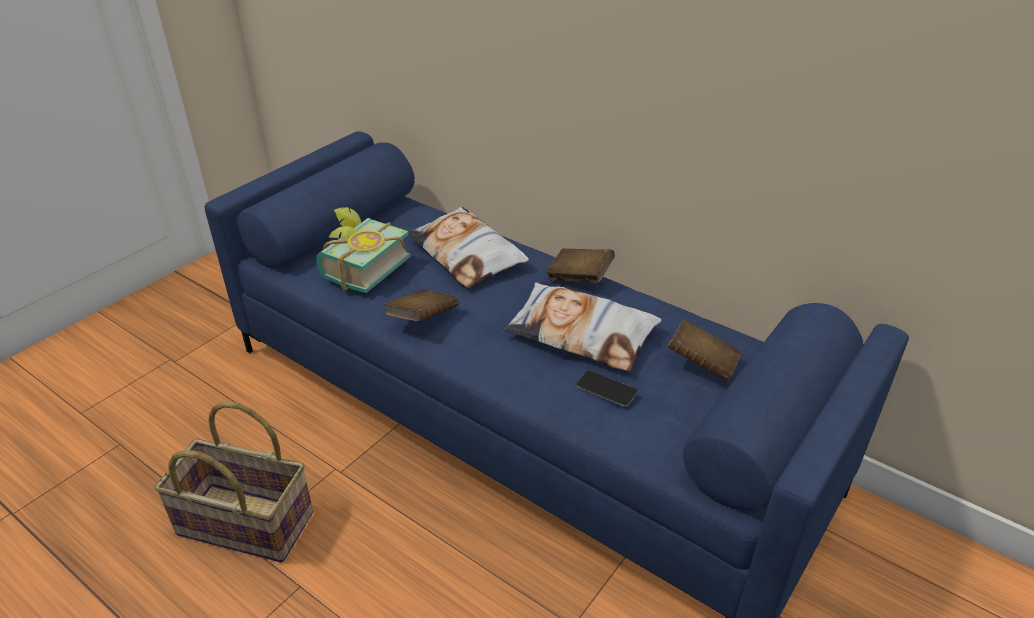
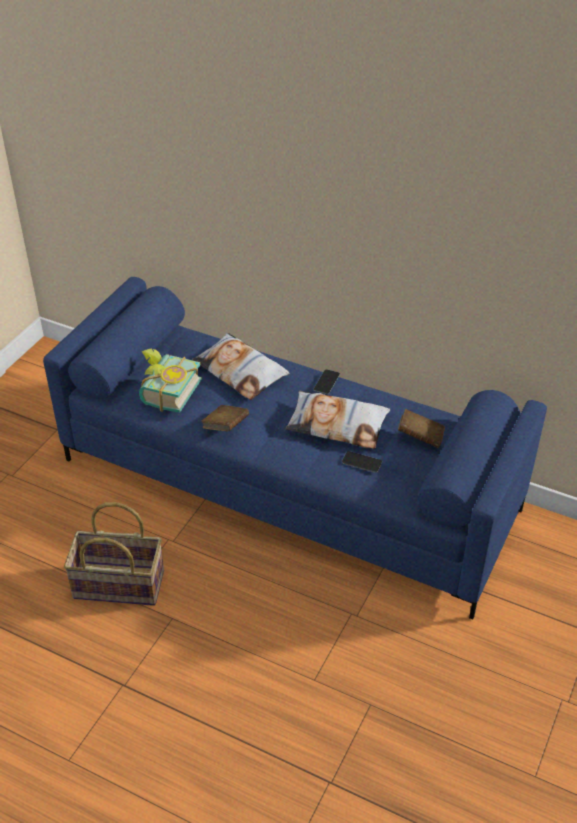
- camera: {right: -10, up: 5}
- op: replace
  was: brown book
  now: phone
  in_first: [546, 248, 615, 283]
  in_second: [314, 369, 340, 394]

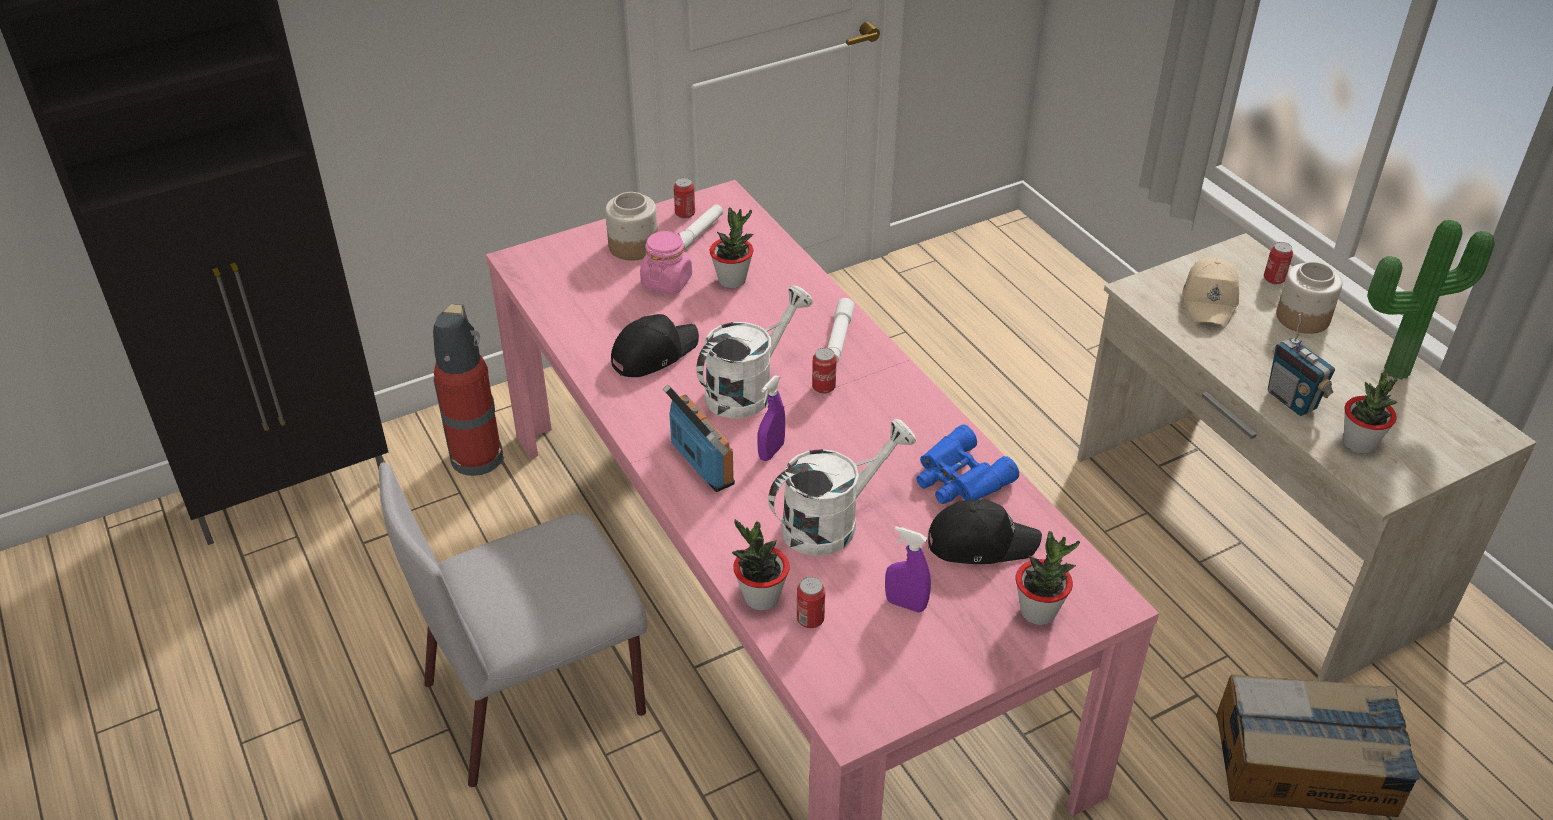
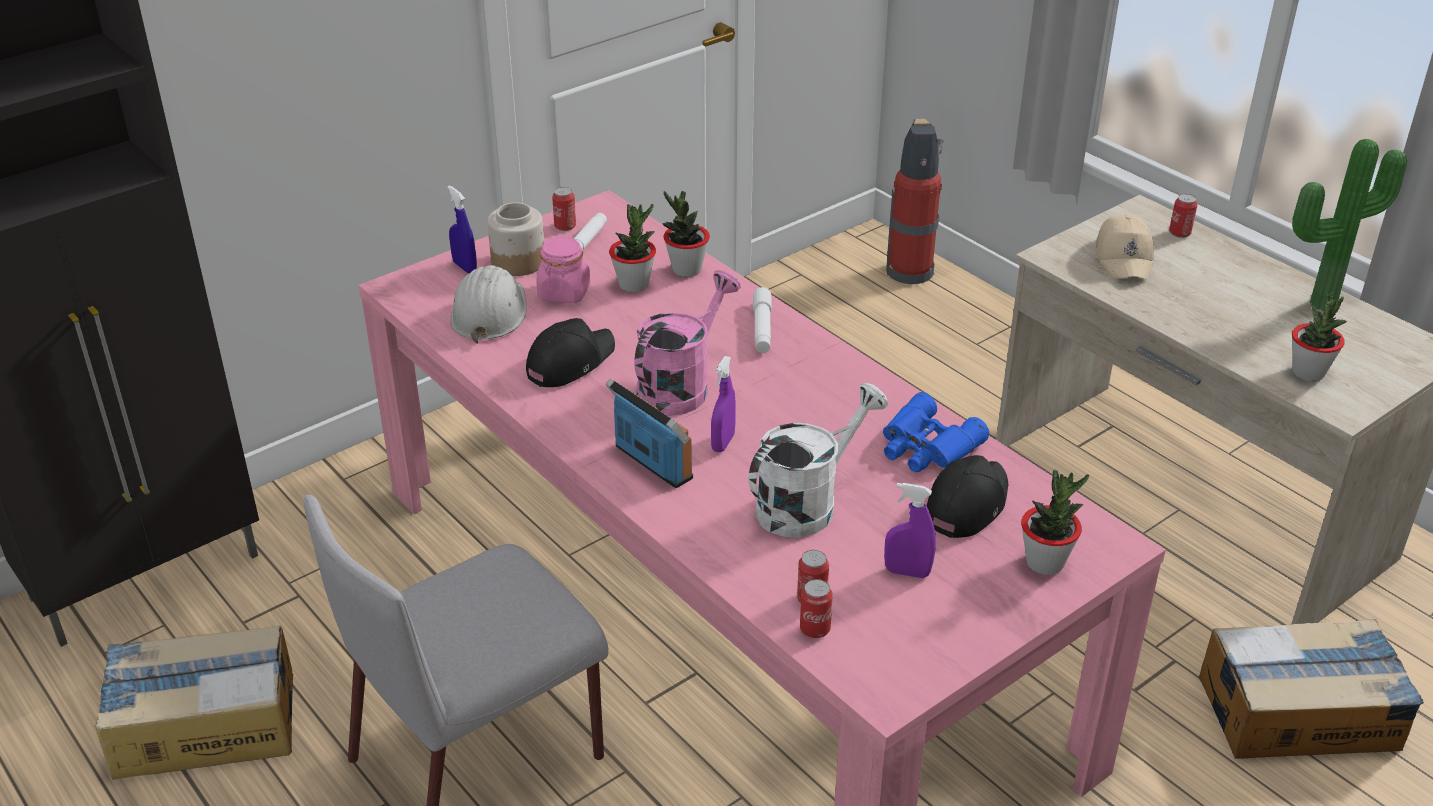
- camera: {right: -10, up: -5}
- op: delete
  was: jar
  in_first: [1276, 262, 1342, 334]
- op: recolor
  was: white watering can
  now: pink watering can
  in_first: [696, 285, 813, 418]
  in_second: [634, 270, 741, 416]
- op: move
  was: fire extinguisher
  in_first: [433, 304, 504, 476]
  in_second: [886, 118, 944, 284]
- op: delete
  was: radio
  in_first: [1268, 314, 1335, 416]
- op: move
  was: can
  in_first: [812, 348, 837, 394]
  in_second: [800, 579, 833, 638]
- op: rotate
  was: black cap
  in_first: [928, 500, 1042, 564]
  in_second: [926, 455, 1008, 538]
  clockwise: -45
- op: move
  was: potted plant
  in_first: [732, 519, 790, 611]
  in_second: [662, 191, 710, 277]
- op: insert
  now: blue spray bottle
  in_second: [447, 185, 477, 273]
- op: insert
  now: white hard hat
  in_second: [450, 265, 527, 344]
- op: insert
  now: cardboard box
  in_second: [95, 625, 293, 780]

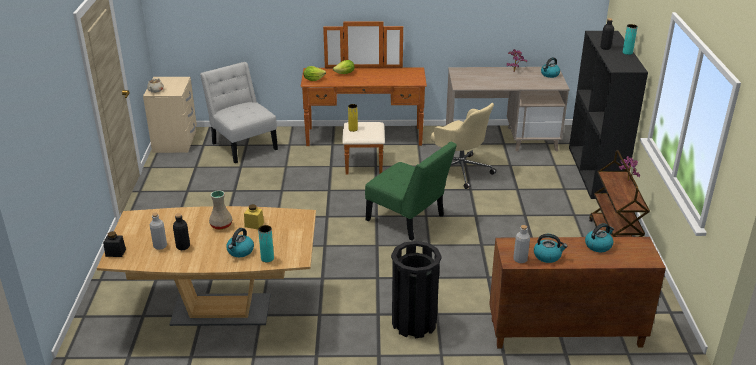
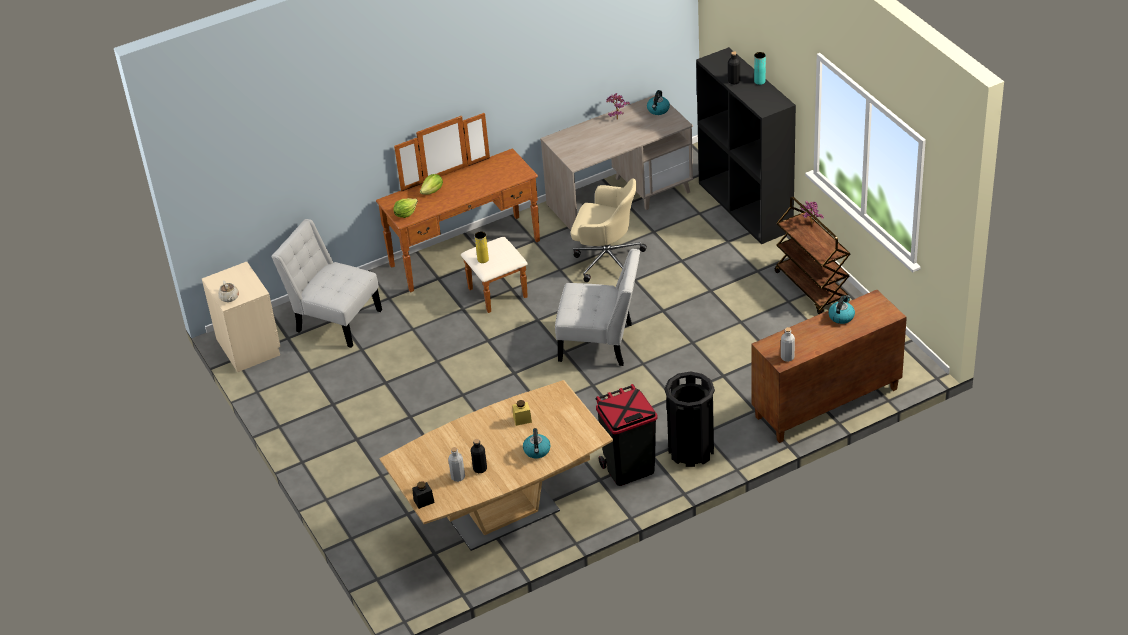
- camera: {right: -25, up: 10}
- op: recolor
  was: green chair
  now: white chair
  in_first: [365, 142, 457, 240]
  in_second: [555, 249, 640, 366]
- op: delete
  was: beige vase
  in_first: [209, 190, 233, 230]
- op: delete
  was: turquoise vase
  in_first: [258, 225, 274, 262]
- op: delete
  was: kettle
  in_first: [534, 234, 567, 263]
- op: insert
  now: black trash can
  in_second: [595, 384, 657, 486]

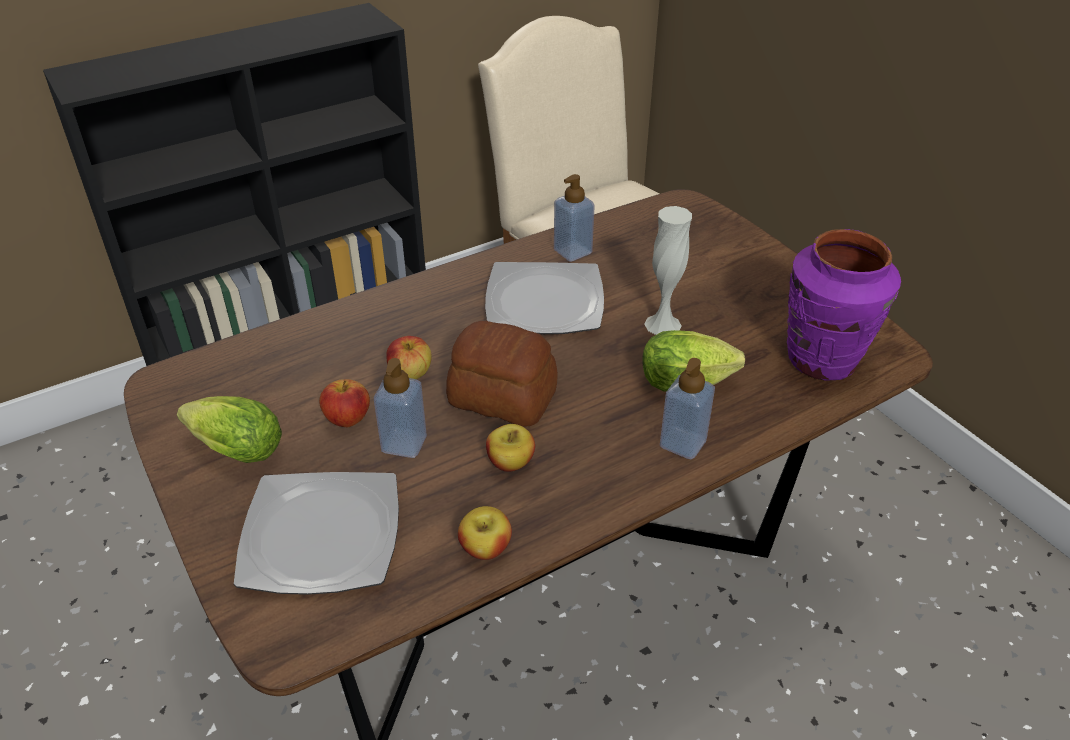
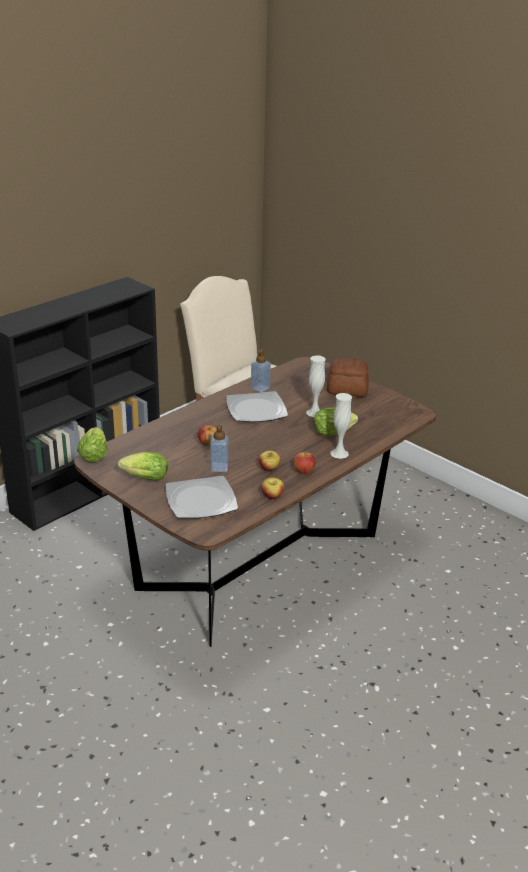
- camera: {right: -15, up: -10}
- op: delete
  was: purple vase
  in_first: [787, 229, 901, 381]
- op: move
  was: bread
  in_first: [446, 321, 558, 427]
  in_second: [327, 358, 369, 397]
- op: replace
  was: soap dispenser
  now: white vase
  in_first: [660, 358, 715, 459]
  in_second: [330, 393, 352, 459]
- op: move
  was: apple
  in_first: [319, 379, 370, 427]
  in_second: [293, 451, 316, 474]
- op: insert
  now: lettuce
  in_second: [77, 427, 108, 463]

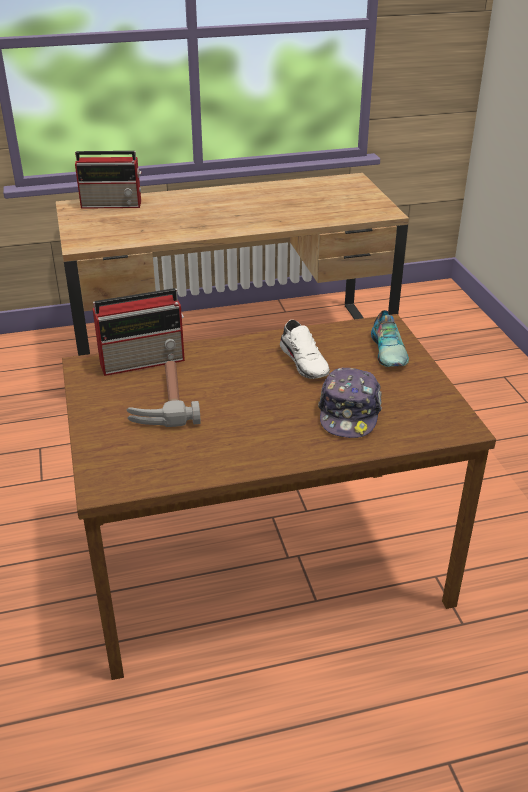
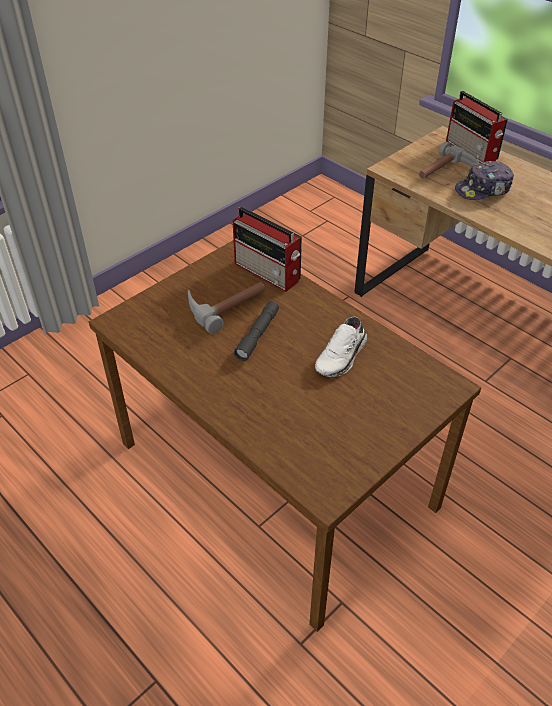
- camera: {right: 60, up: 10}
- op: delete
  was: shoe
  in_first: [371, 310, 409, 367]
- op: move
  was: cap
  in_first: [318, 367, 382, 438]
  in_second: [455, 161, 514, 200]
- op: insert
  now: hammer
  in_second: [419, 142, 479, 179]
- op: insert
  now: grey flashlight
  in_second: [234, 301, 279, 361]

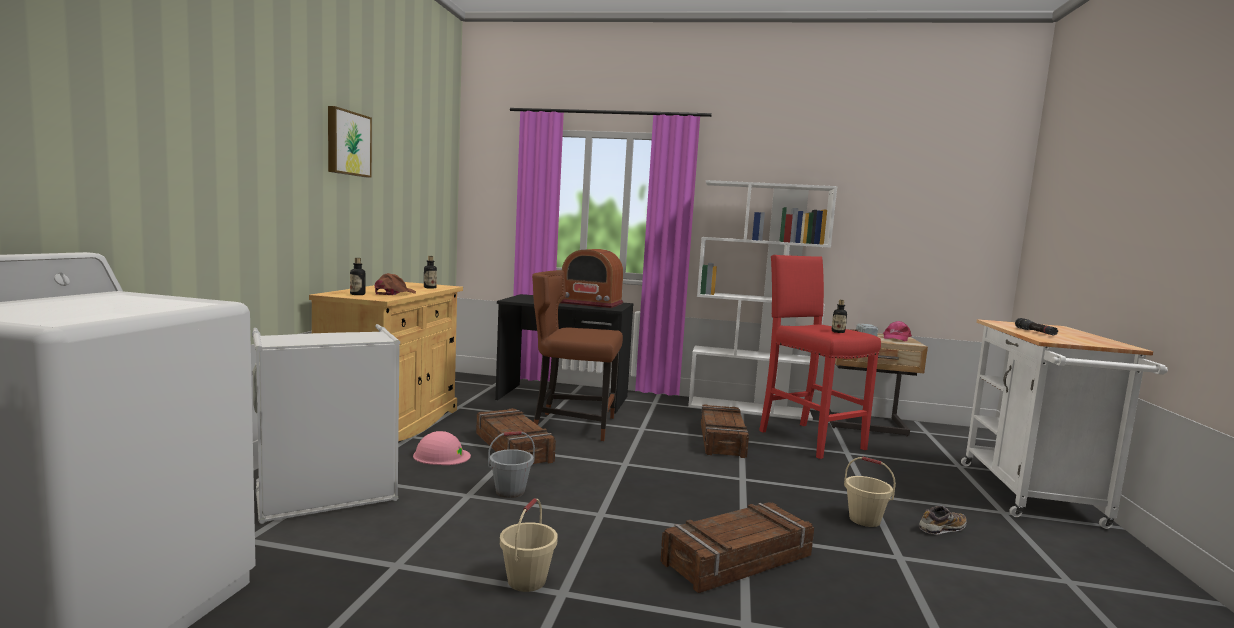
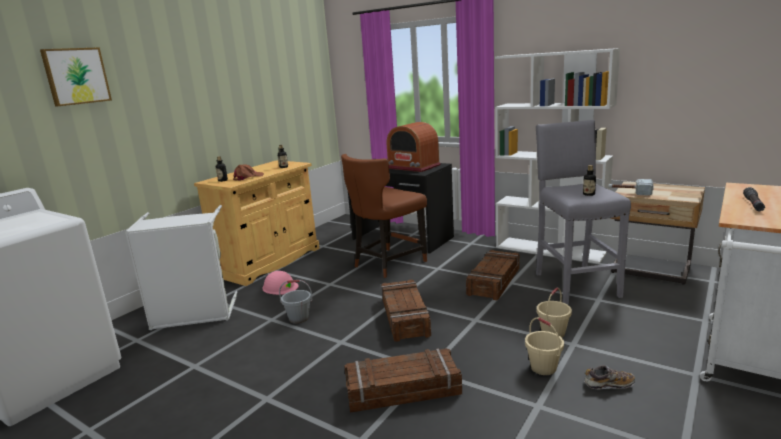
- camera: {right: 25, up: 10}
- op: move
  was: picture
  in_first: [328, 106, 372, 178]
  in_second: [40, 47, 112, 106]
- op: recolor
  was: red stool
  now: grey stool
  in_first: [759, 255, 881, 459]
  in_second: [536, 120, 631, 304]
- op: rotate
  was: brown chair
  in_first: [532, 270, 623, 441]
  in_second: [341, 154, 427, 278]
  clockwise: -75
- op: delete
  was: pink cap
  in_first: [883, 321, 912, 341]
- op: move
  was: crate
  in_first: [476, 408, 556, 464]
  in_second: [381, 280, 431, 342]
- op: move
  was: beige bucket
  in_first: [500, 498, 558, 592]
  in_second: [537, 288, 572, 338]

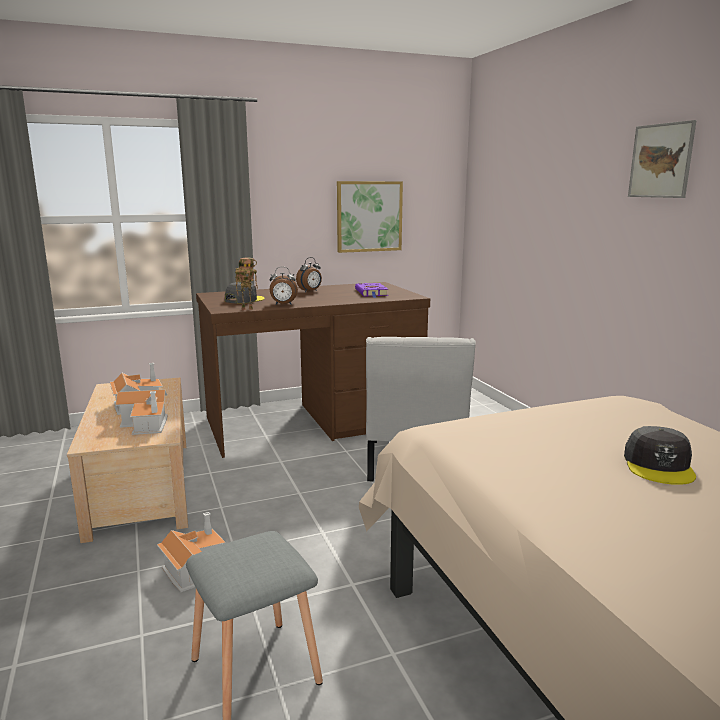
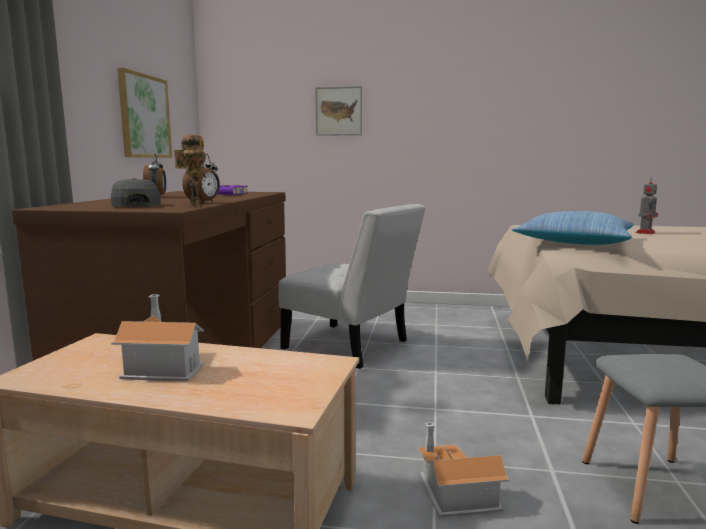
- camera: {right: -60, up: -5}
- op: move
  was: picture
  in_first: [628, 120, 696, 198]
  in_second: [315, 86, 362, 136]
- op: delete
  was: toy house
  in_first: [116, 389, 168, 435]
- op: replace
  was: grey cap
  now: toy robot
  in_first: [624, 426, 696, 485]
  in_second: [635, 177, 658, 234]
- op: insert
  now: pillow
  in_second: [511, 211, 634, 245]

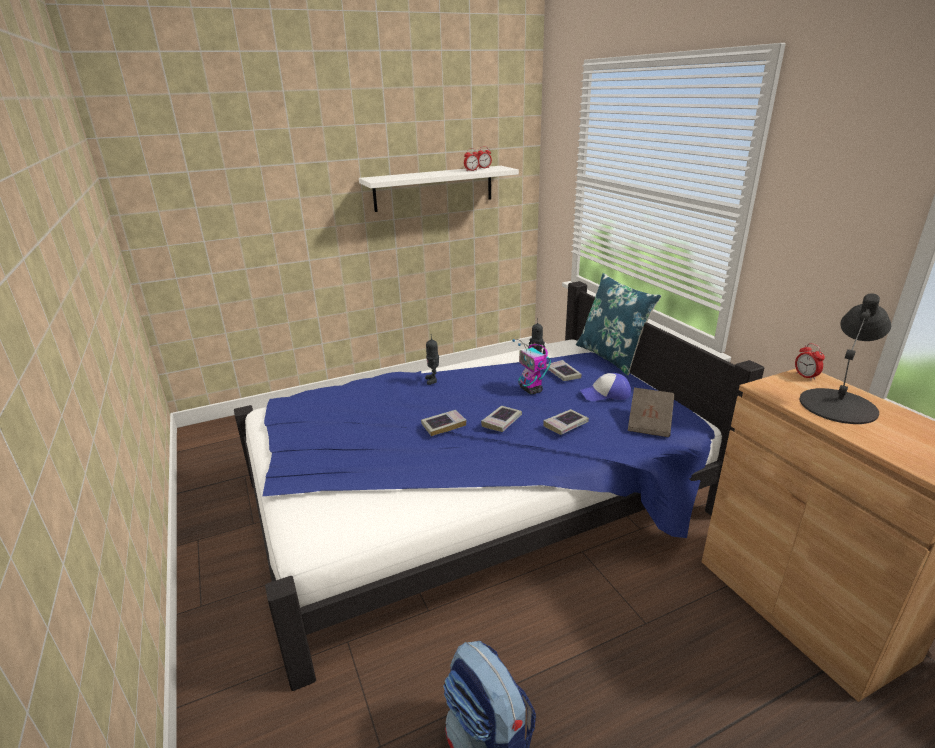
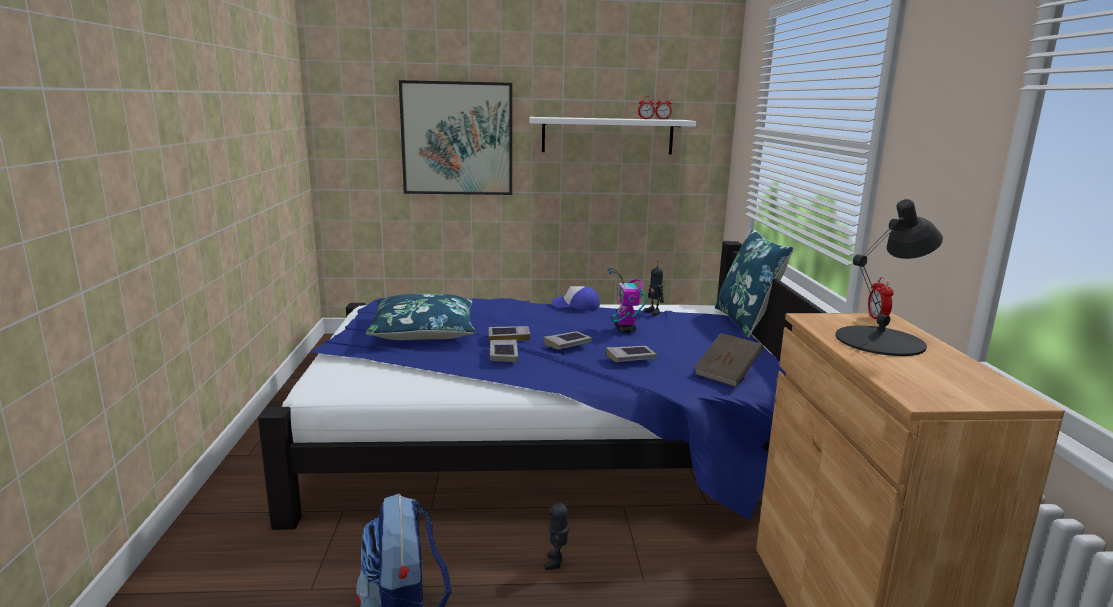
- camera: {right: 20, up: -10}
- op: move
  was: toy robot
  in_first: [425, 338, 439, 385]
  in_second: [544, 495, 569, 570]
- op: move
  was: book
  in_first: [546, 360, 582, 381]
  in_second: [490, 340, 518, 362]
- op: move
  was: cap
  in_first: [580, 373, 631, 401]
  in_second: [552, 286, 600, 311]
- op: insert
  now: picture
  in_second: [399, 80, 512, 195]
- op: insert
  now: blue pillow
  in_second: [366, 294, 476, 340]

